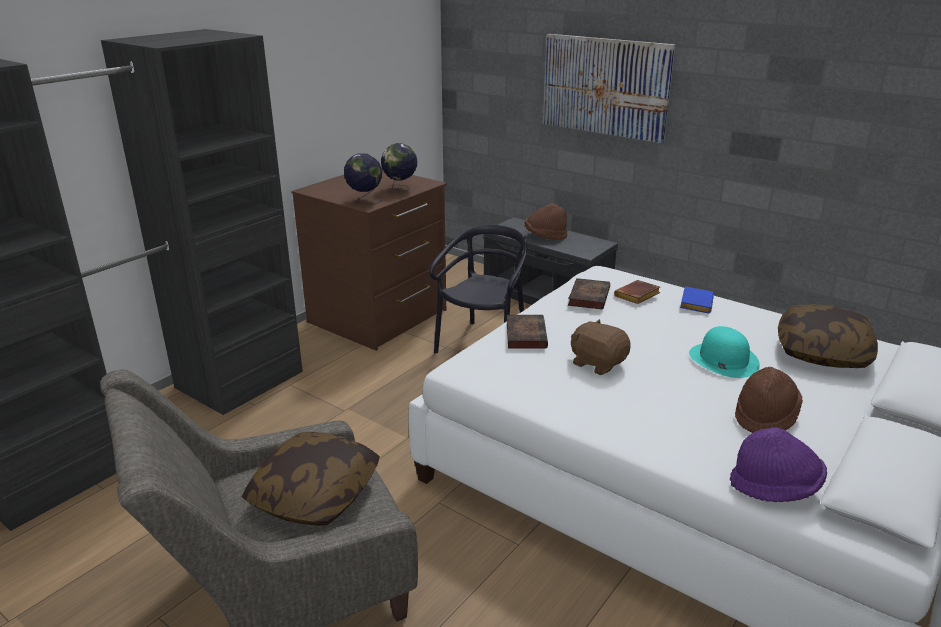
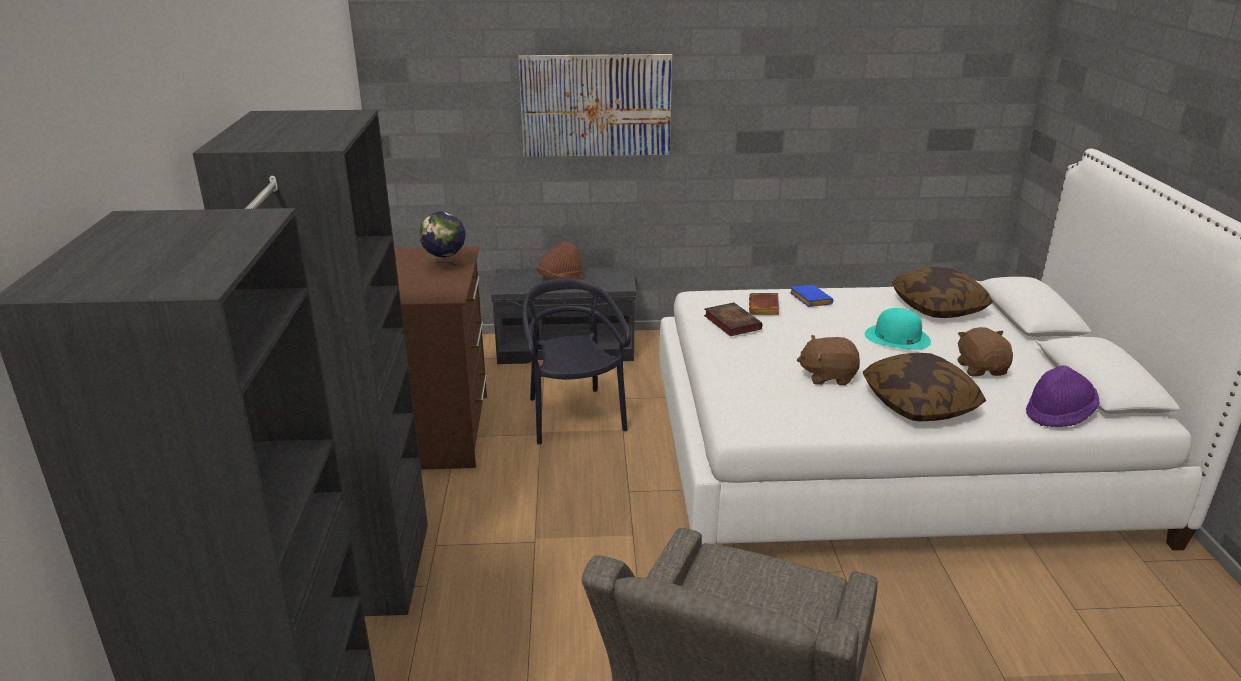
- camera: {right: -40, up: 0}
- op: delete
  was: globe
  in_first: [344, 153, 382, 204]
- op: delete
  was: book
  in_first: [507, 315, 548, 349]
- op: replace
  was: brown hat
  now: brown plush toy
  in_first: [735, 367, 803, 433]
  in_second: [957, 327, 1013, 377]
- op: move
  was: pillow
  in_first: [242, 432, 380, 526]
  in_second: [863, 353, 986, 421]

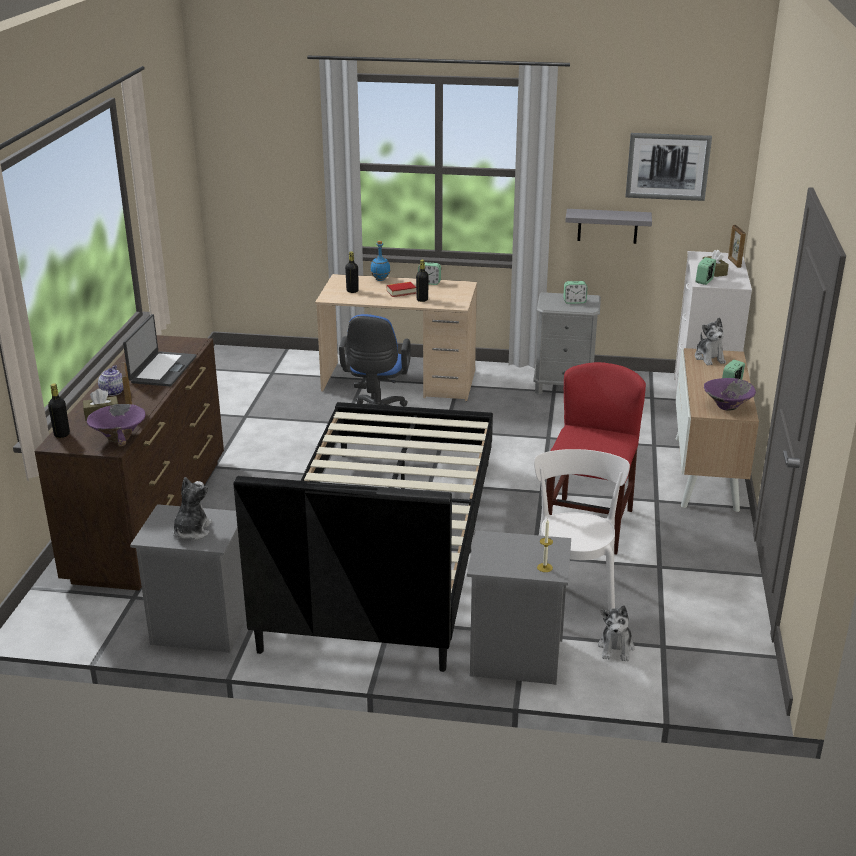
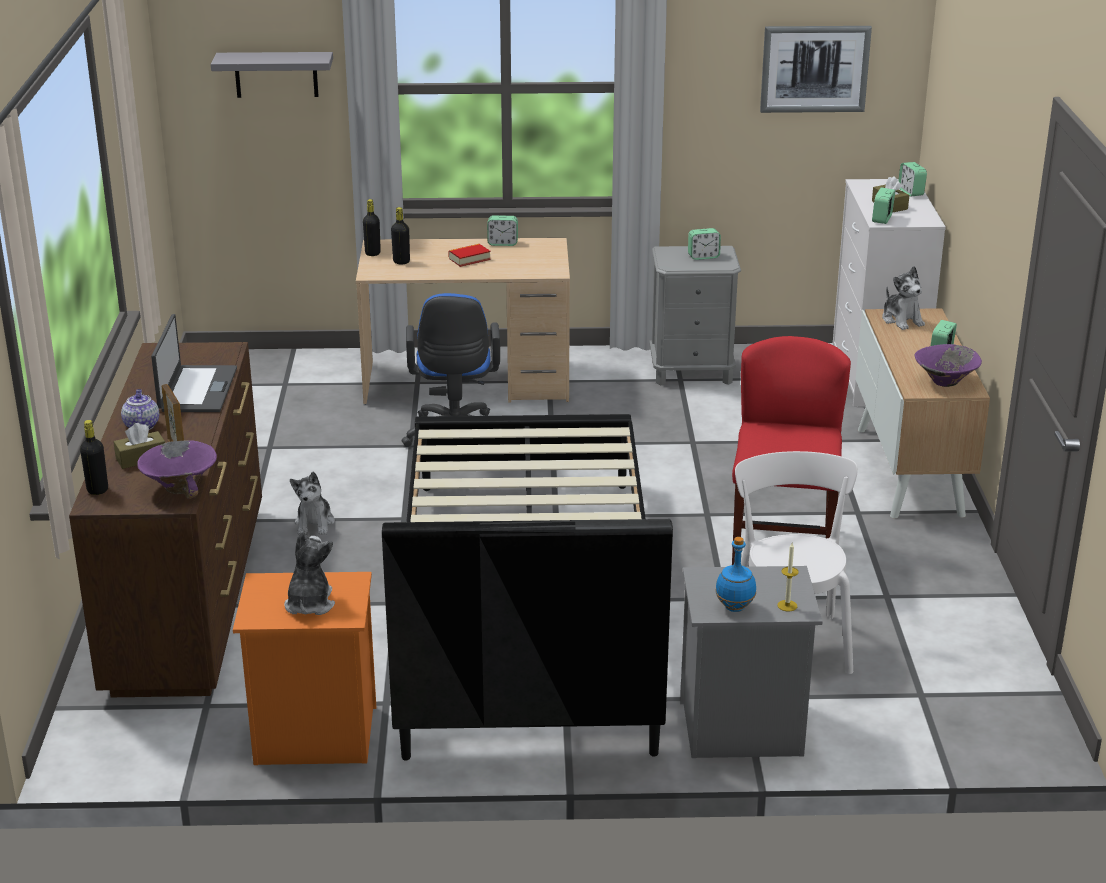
- camera: {right: -10, up: 0}
- op: move
  was: grey shelf
  in_first: [565, 209, 652, 244]
  in_second: [211, 52, 333, 98]
- op: replace
  was: picture frame
  now: alarm clock
  in_first: [728, 225, 746, 268]
  in_second: [898, 162, 927, 197]
- op: move
  was: blue bottle
  in_first: [370, 241, 391, 281]
  in_second: [715, 537, 756, 612]
- op: move
  was: black bottle
  in_first: [416, 260, 429, 302]
  in_second: [363, 199, 381, 256]
- op: recolor
  was: grey nightstand
  now: orange nightstand
  in_first: [130, 504, 246, 653]
  in_second: [233, 572, 376, 765]
- op: move
  was: plush toy
  in_first: [598, 605, 635, 662]
  in_second: [290, 471, 335, 535]

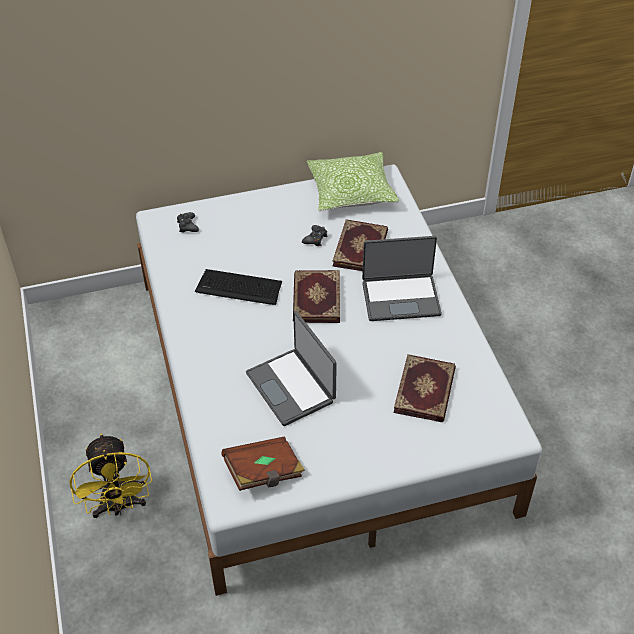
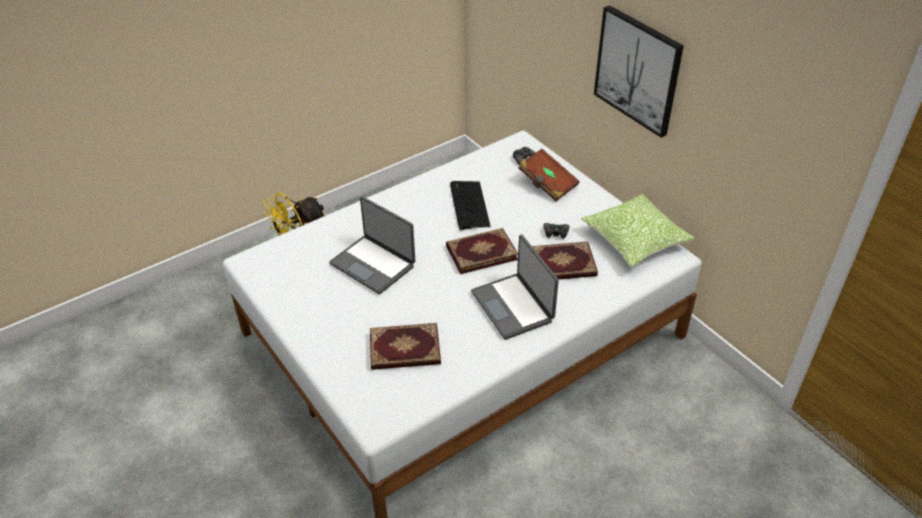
- camera: {right: 70, up: -5}
- op: rotate
  was: laptop
  in_first: [246, 311, 337, 426]
  in_second: [329, 196, 415, 294]
  clockwise: -90
- op: move
  was: brown book
  in_first: [221, 437, 305, 491]
  in_second: [518, 149, 580, 201]
- op: insert
  now: picture
  in_second: [594, 5, 684, 138]

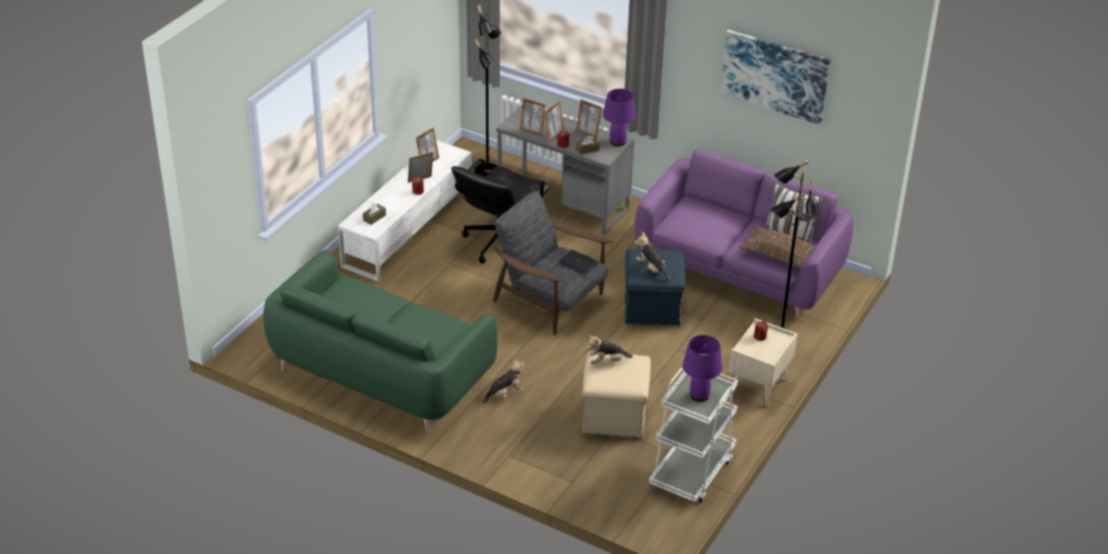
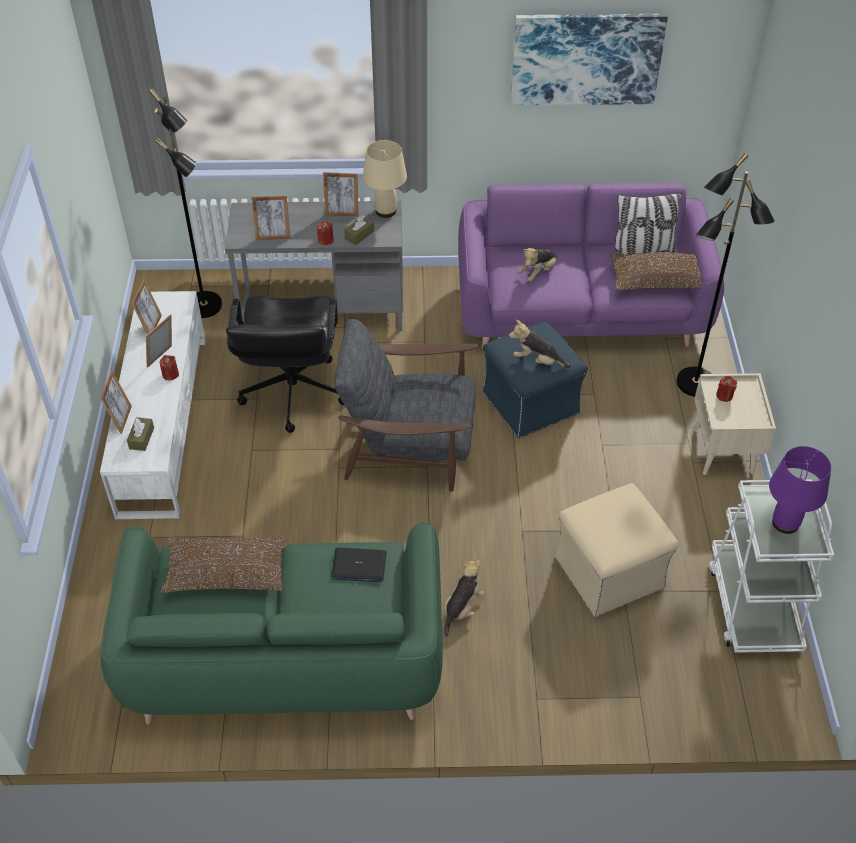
- camera: {right: -30, up: 10}
- op: recolor
  was: purple table lamp
  now: beige table lamp
  in_first: [603, 89, 636, 147]
  in_second: [363, 140, 407, 218]
- op: move
  was: picture frame
  in_first: [544, 101, 565, 143]
  in_second: [100, 371, 132, 434]
- op: move
  was: laptop
  in_first: [559, 250, 599, 274]
  in_second: [331, 548, 386, 582]
- op: move
  was: plush toy
  in_first: [586, 335, 633, 365]
  in_second: [518, 248, 558, 281]
- op: insert
  now: brown pillow
  in_second: [161, 535, 287, 593]

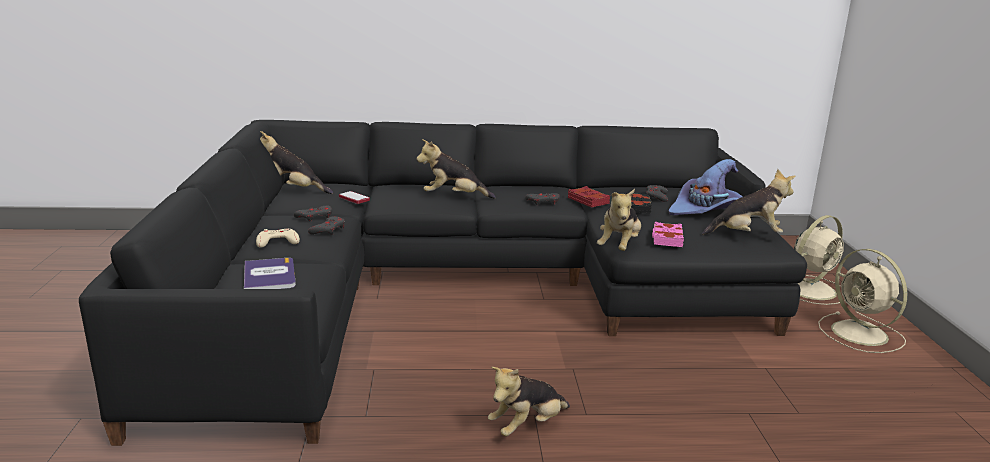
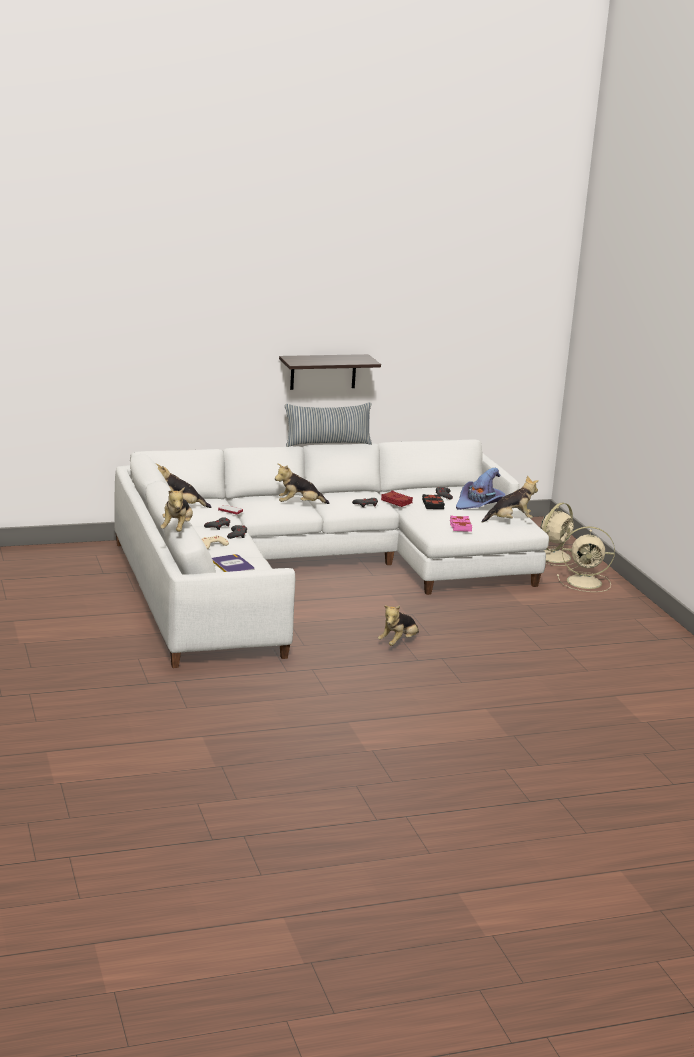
- camera: {right: -15, up: 0}
- op: recolor
  was: black sofa
  now: white sofa
  in_first: [79, 120, 807, 446]
  in_second: [115, 439, 549, 668]
- op: move
  was: plush toy
  in_first: [597, 189, 641, 251]
  in_second: [160, 487, 193, 532]
- op: rotate
  was: beige fan
  in_first: [818, 249, 908, 353]
  in_second: [557, 526, 615, 592]
  clockwise: -45
- op: insert
  now: shelf
  in_second: [279, 354, 381, 390]
- op: insert
  now: pillow
  in_second: [285, 403, 372, 447]

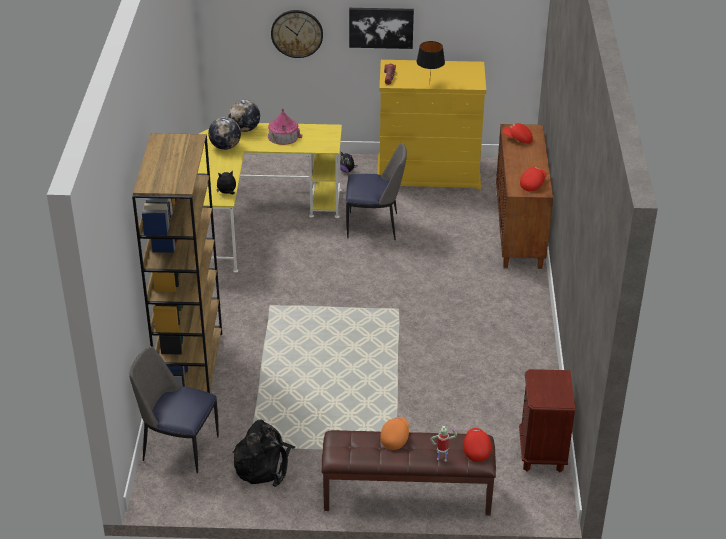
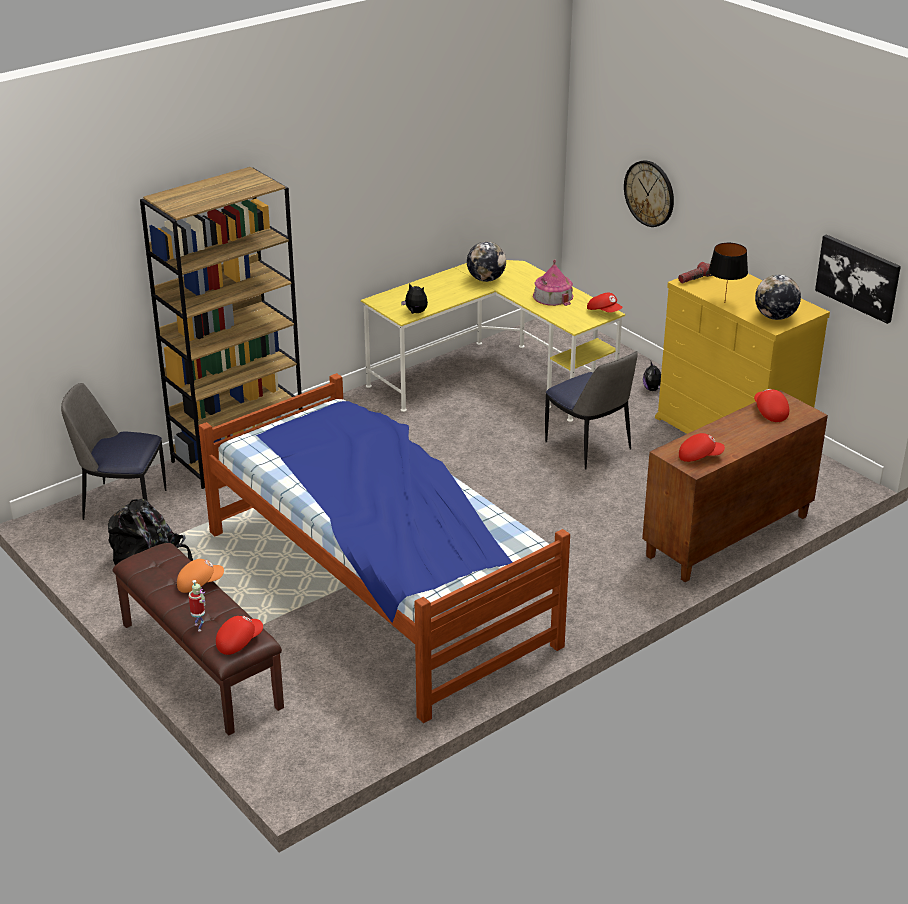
- camera: {right: 50, up: -5}
- op: move
  was: picture
  in_first: [349, 8, 414, 49]
  in_second: [815, 235, 901, 324]
- op: move
  was: globe
  in_first: [228, 100, 260, 132]
  in_second: [755, 275, 801, 320]
- op: rotate
  was: chair
  in_first: [129, 346, 219, 473]
  in_second: [61, 383, 166, 520]
  clockwise: -60
- op: delete
  was: brown nightstand
  in_first: [519, 369, 575, 472]
- op: insert
  now: red cap
  in_second: [587, 293, 623, 313]
- op: insert
  now: bed
  in_second: [199, 373, 570, 723]

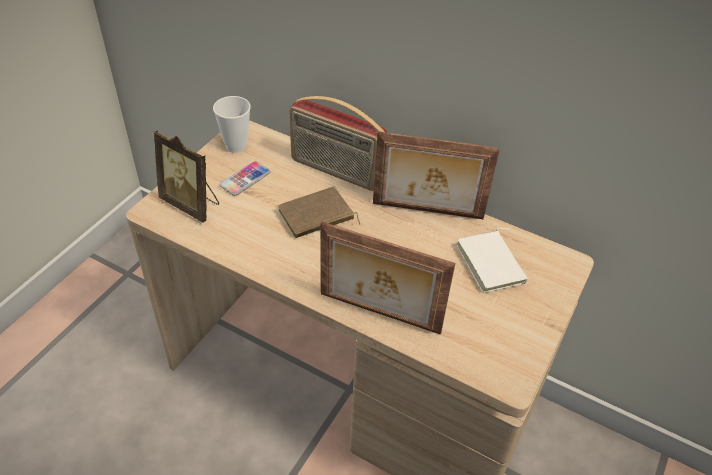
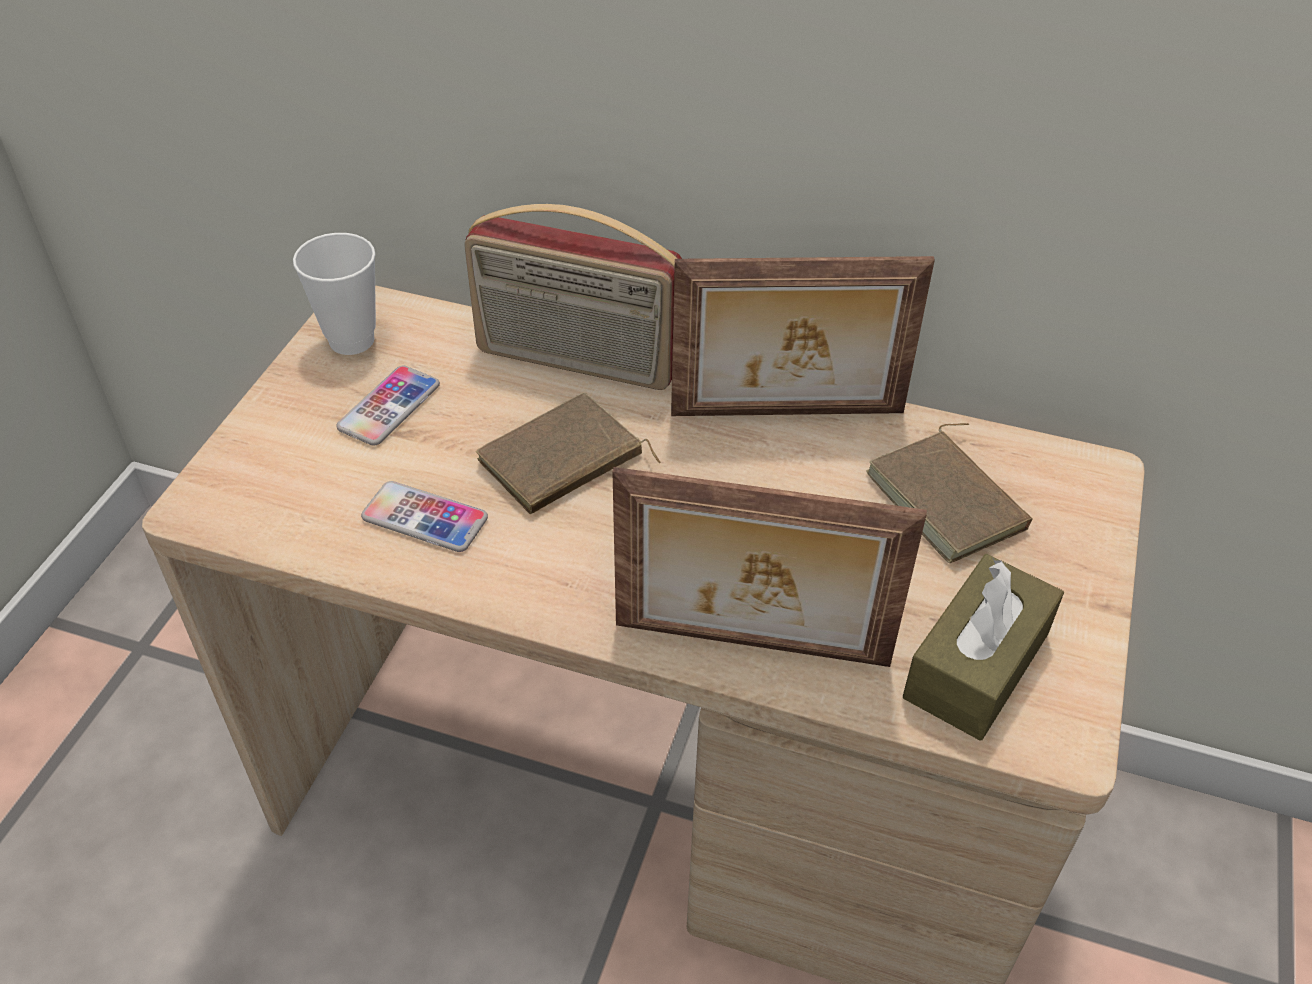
- camera: {right: -10, up: 0}
- op: delete
  was: picture frame
  in_first: [154, 130, 219, 223]
- op: recolor
  was: white book
  now: brown book
  in_first: [457, 228, 528, 293]
  in_second: [866, 423, 1033, 563]
- op: insert
  now: phone
  in_second: [361, 481, 488, 552]
- op: insert
  now: brown tissue box
  in_second: [903, 554, 1064, 740]

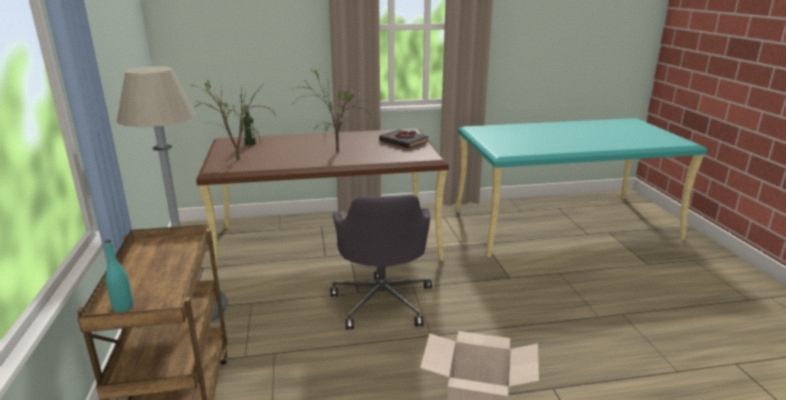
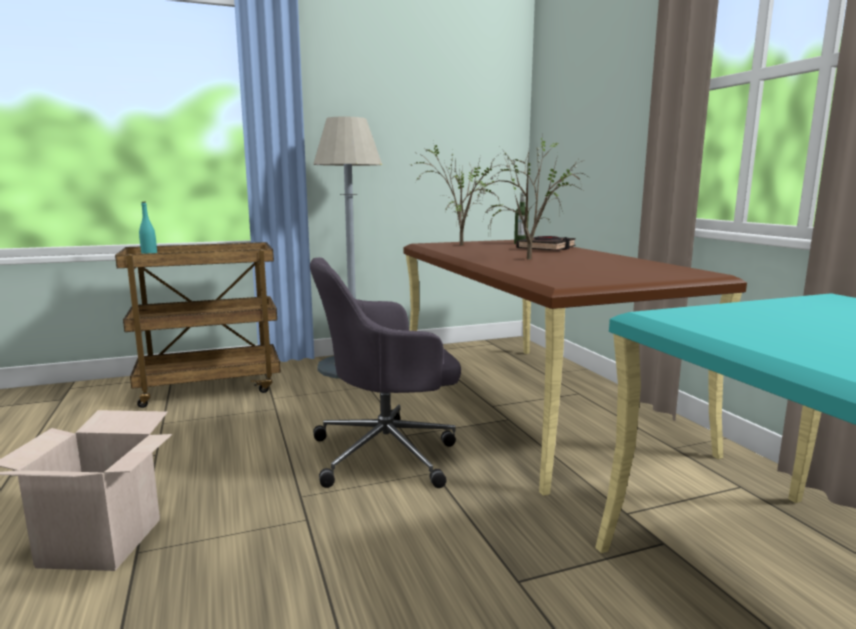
- camera: {right: 80, up: -10}
- op: move
  was: black book
  in_first: [379, 129, 429, 149]
  in_second: [516, 236, 576, 251]

